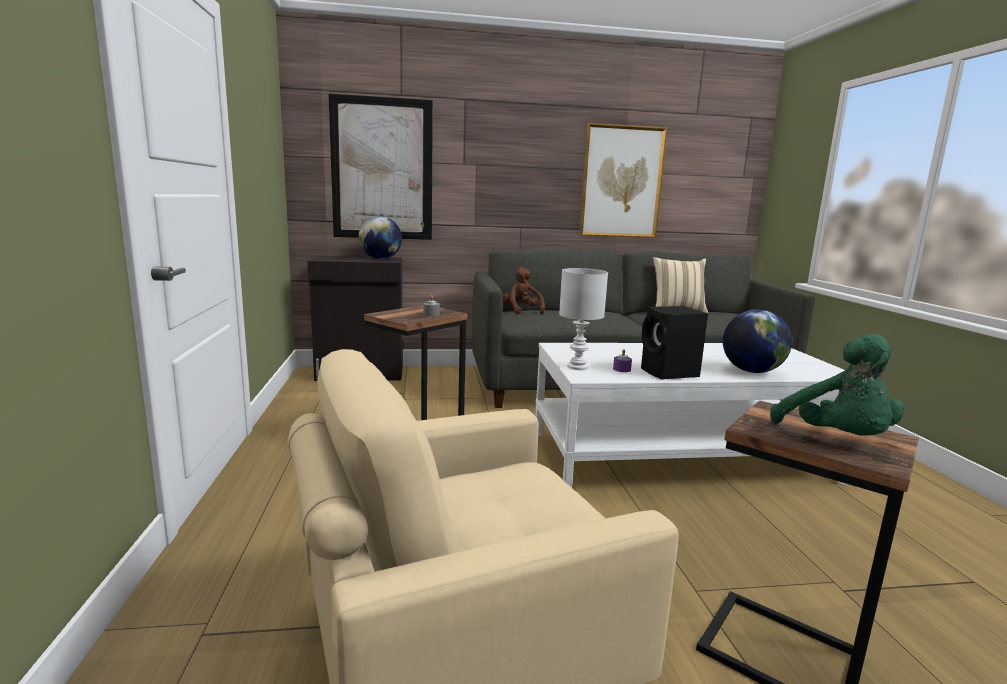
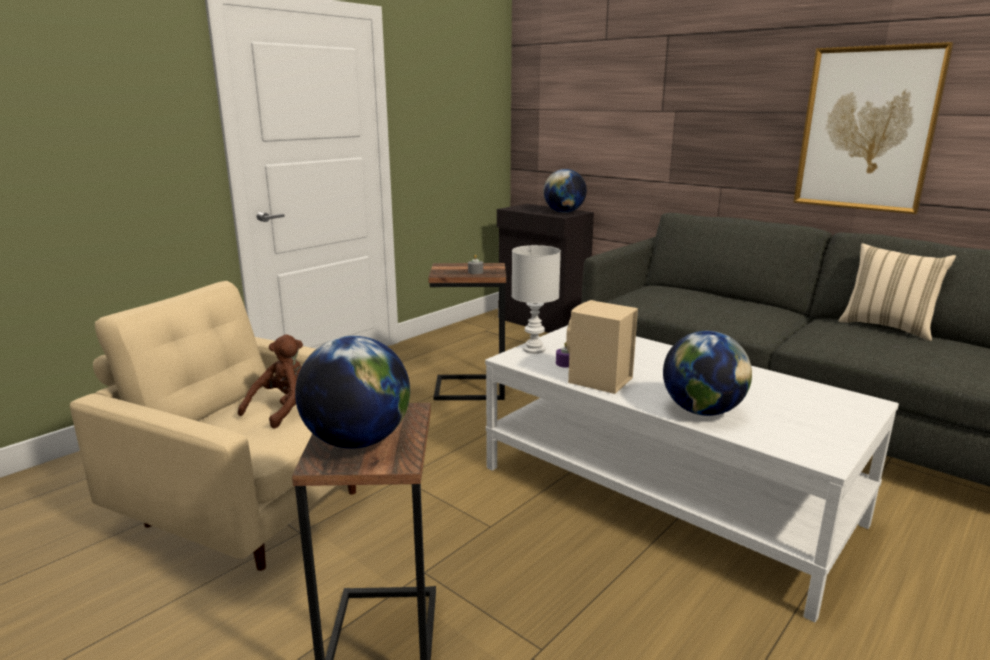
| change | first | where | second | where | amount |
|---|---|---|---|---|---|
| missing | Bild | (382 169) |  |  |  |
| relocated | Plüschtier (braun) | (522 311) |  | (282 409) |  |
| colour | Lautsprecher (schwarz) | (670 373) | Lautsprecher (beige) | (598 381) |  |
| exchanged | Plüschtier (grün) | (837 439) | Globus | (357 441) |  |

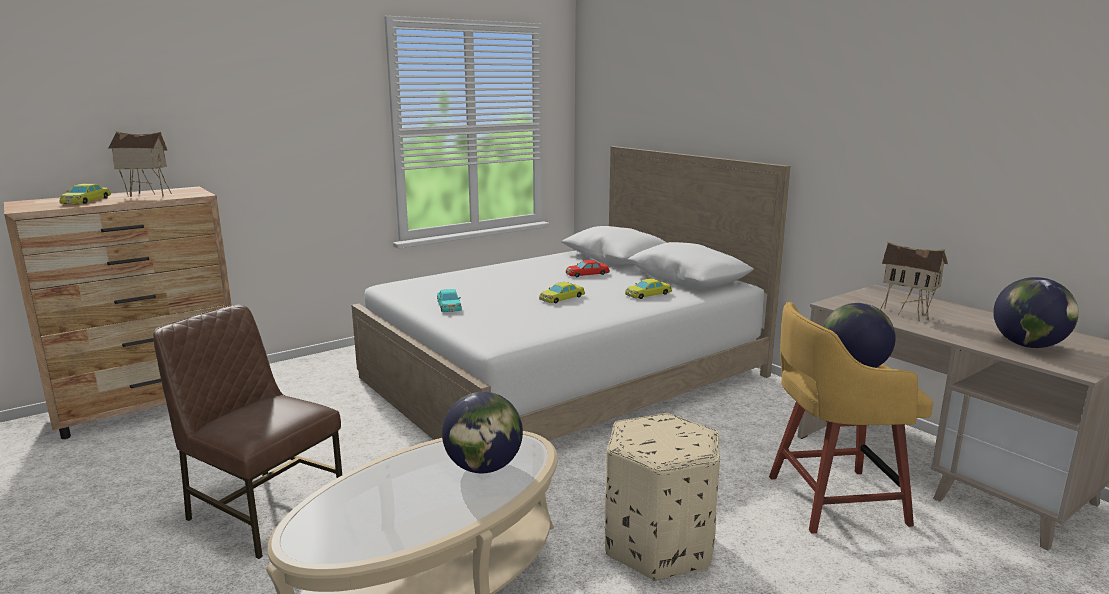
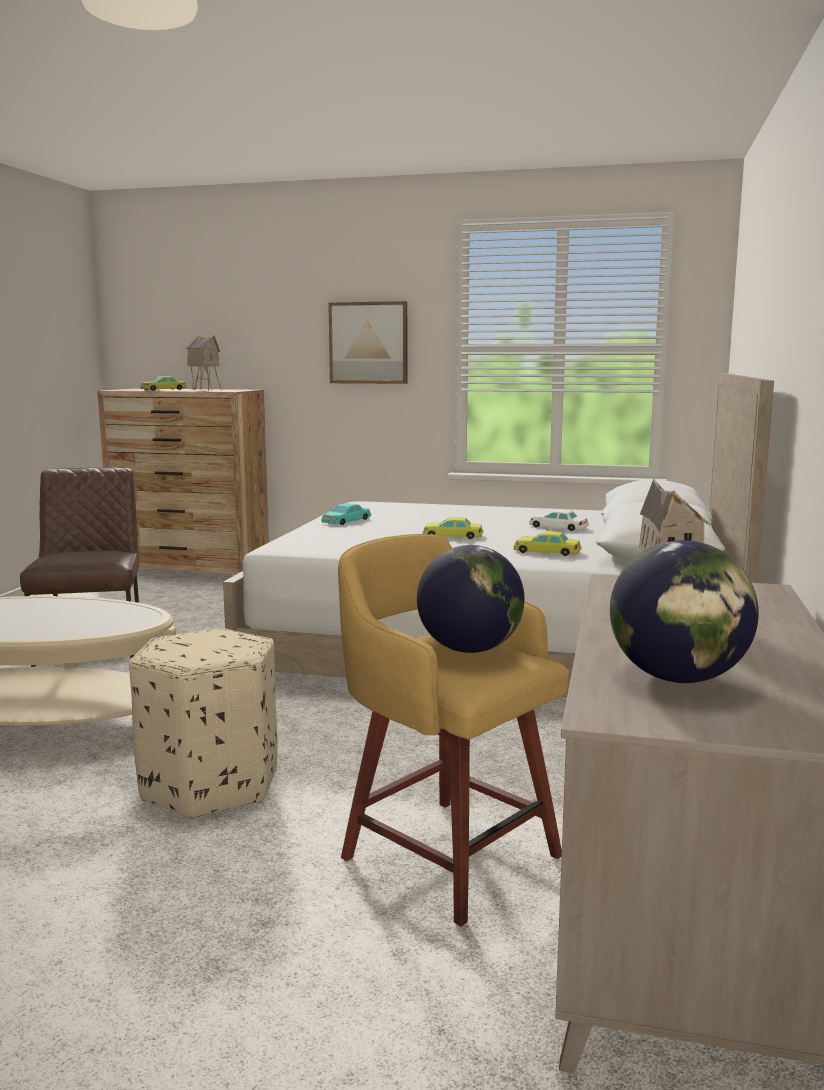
| change | first | where | second | where | amount |
|---|---|---|---|---|---|
| colour | Spielzeugauto (rot) | (587 273) | Spielzeugauto (weiß) | (558 527) |  |
| missing | Globus | (483 468) |  |  |  |
| appeared |  |  | Bild | (368 343) |  |

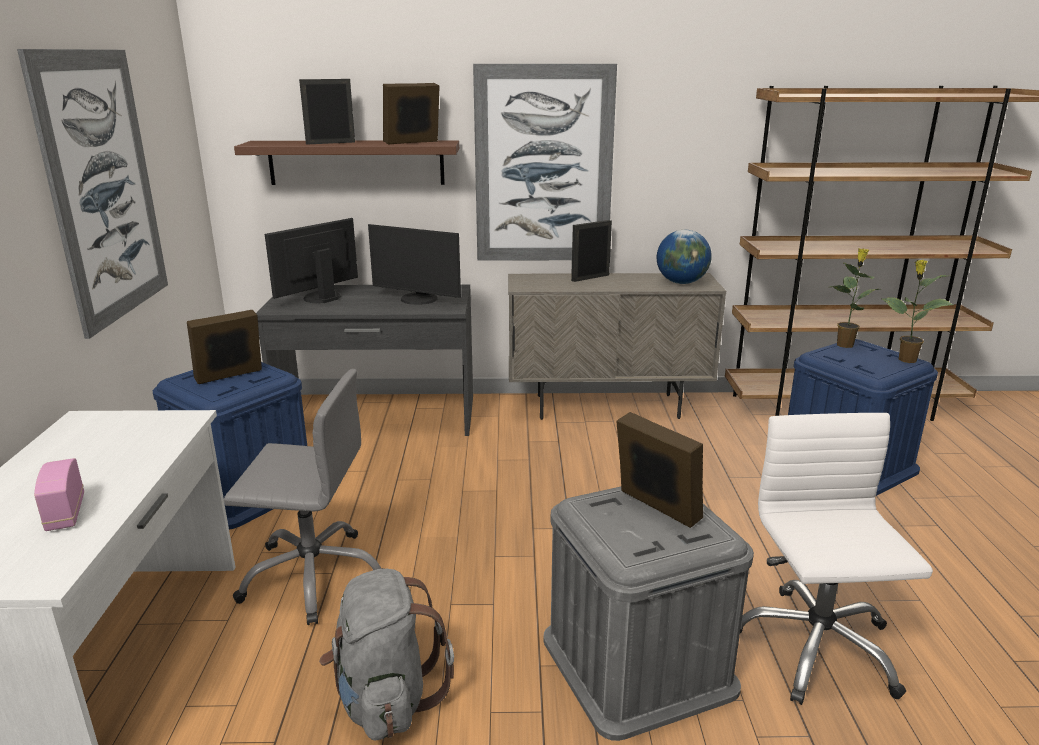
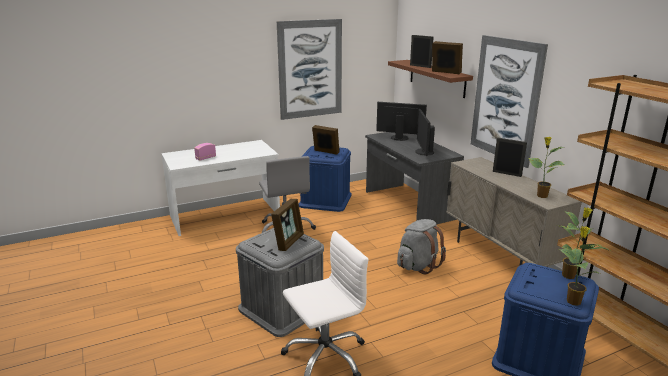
| change | first | where | second | where | amount |
|---|---|---|---|---|---|
| exchanged | Globus | (681 282) | Topfpflanze | (541 196) |  |
| relocated | Rucksack (grau) | (386 699) |  | (418 265) |  |

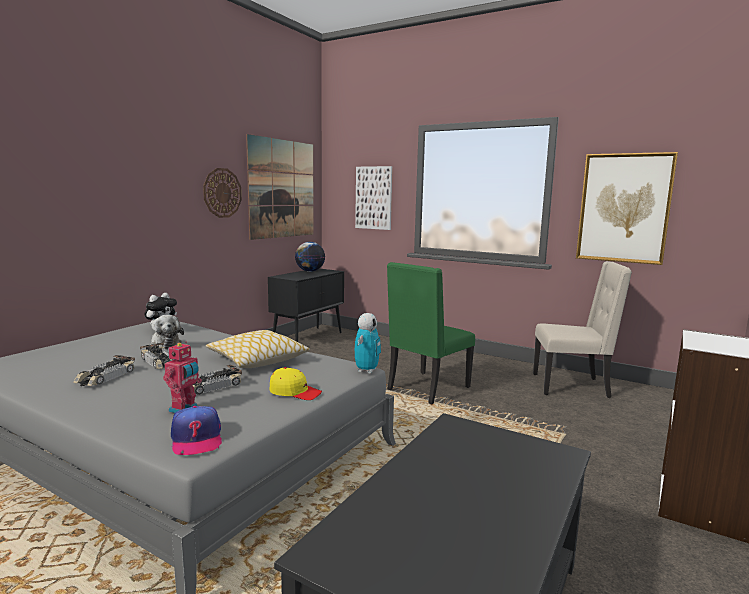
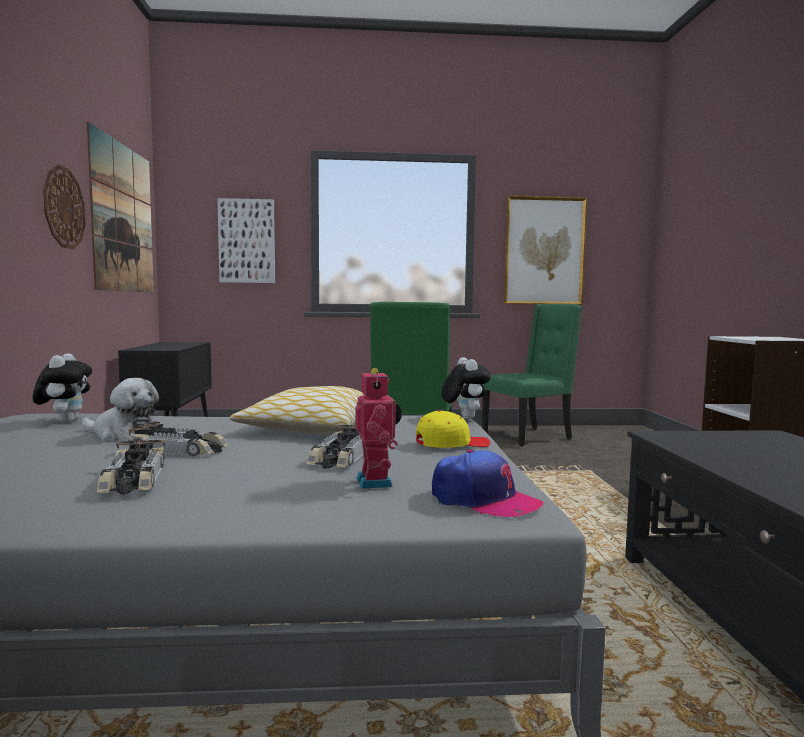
| change | first | where | second | where | amount |
|---|---|---|---|---|---|
| missing | Globus | (310 271) |  |  |  |
| colour | Stuhl (beige) | (572 386) | Stuhl (grün) | (528 436) |  |
| exchanged | Spielzeugroboter | (366 370) | Plüschtier | (464 418) |  |

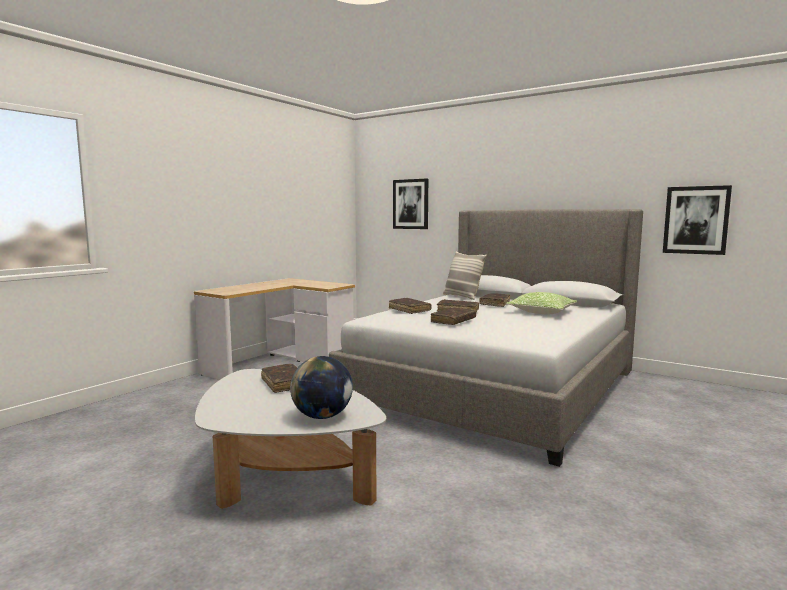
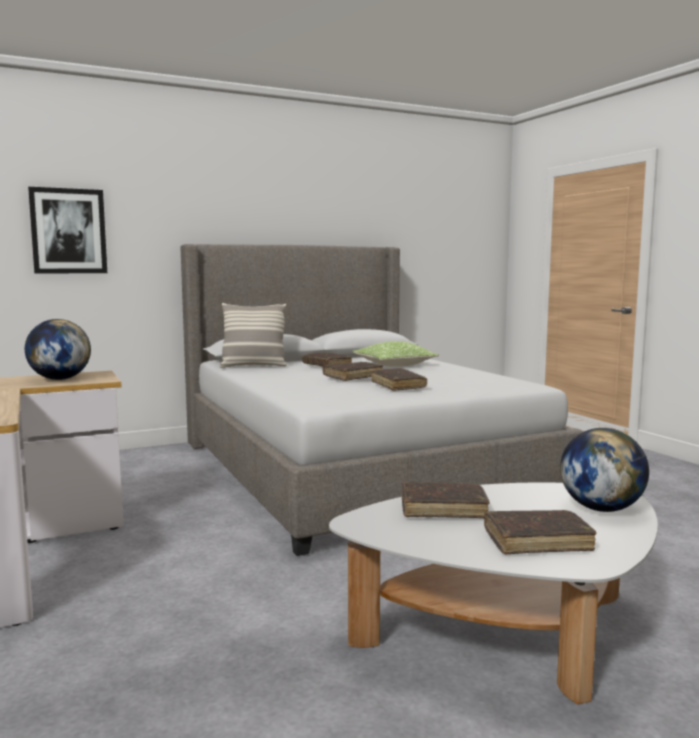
| change | first | where | second | where | amount |
|---|---|---|---|---|---|
| missing | Bild | (696 220) |  |  |  |
| relocated | Buch (braun) | (409 310) |  | (537 541) |  |
| appeared |  |  | Globus | (60 379) |  |

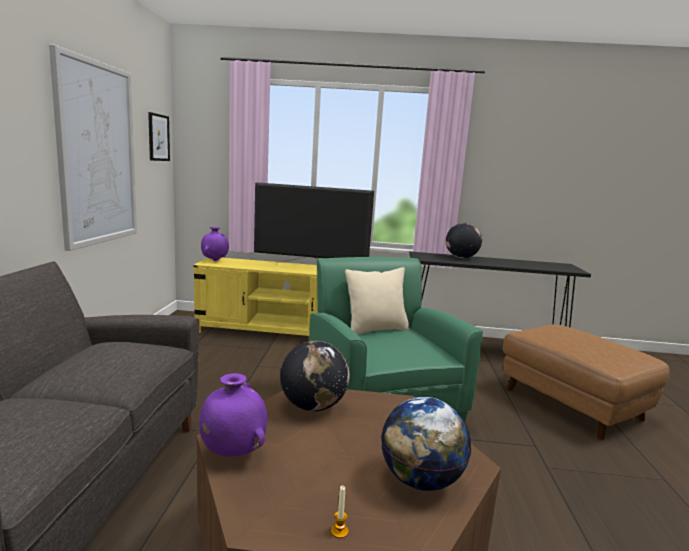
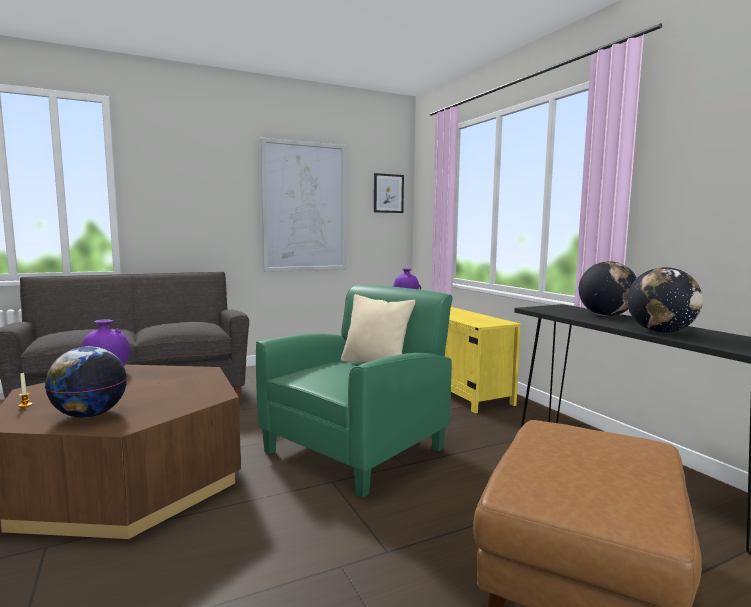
| change | first | where | second | where | amount |
|---|---|---|---|---|---|
| missing | Fernseher | (310 265) |  |  |  |
| relocated | Globus | (313 406) |  | (660 331) |  |

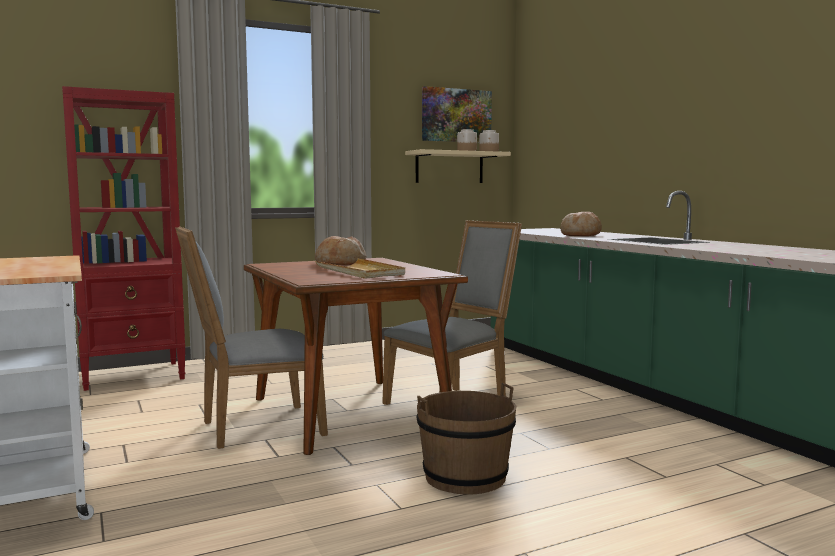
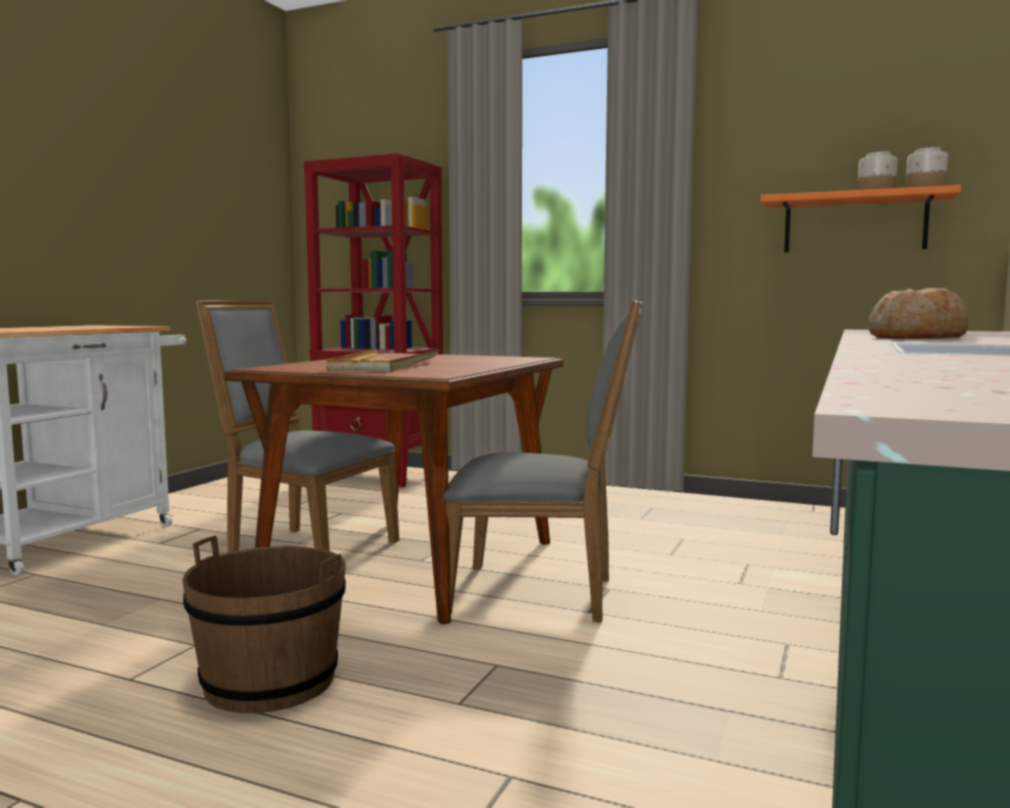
| change | first | where | second | where | amount |
|---|---|---|---|---|---|
| missing | Bild | (456 115) |  |  |  |
| colour | Wandregal (beige) | (449 167) | Wandregal (orange) | (854 224) |  |
| missing | Brot | (341 263) |  |  |  |

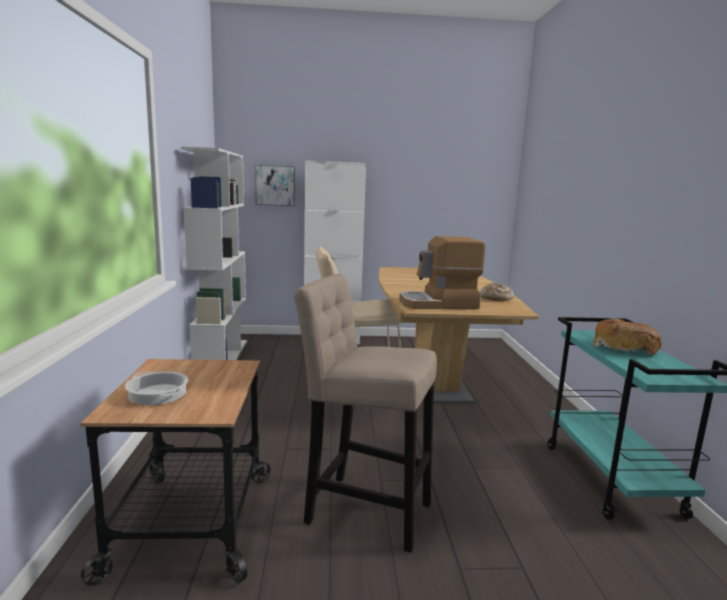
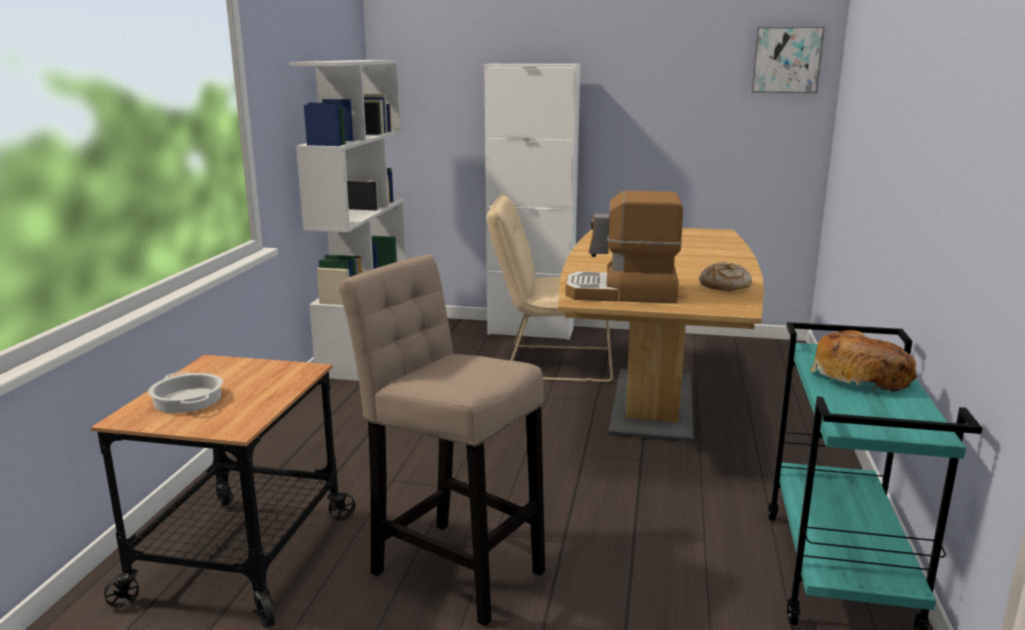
| change | first | where | second | where | amount |
|---|---|---|---|---|---|
| relocated | Bild | (275 185) |  | (786 60) |  |

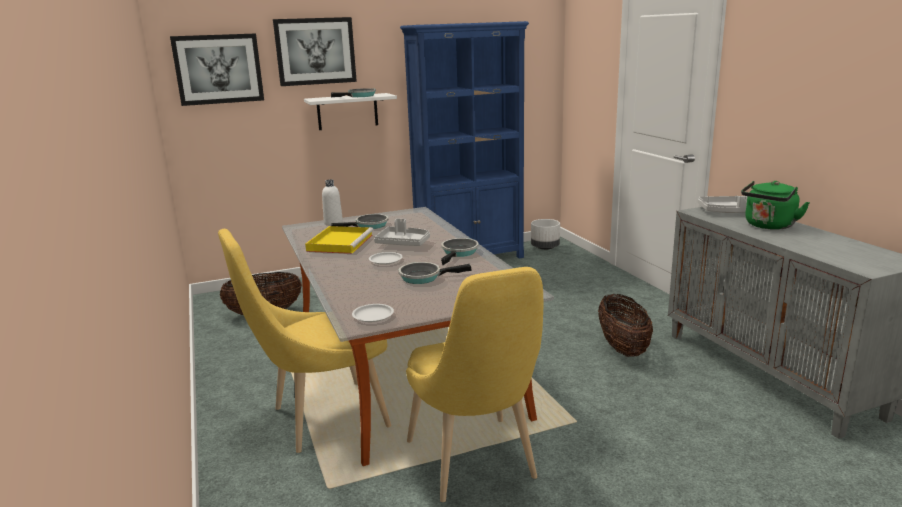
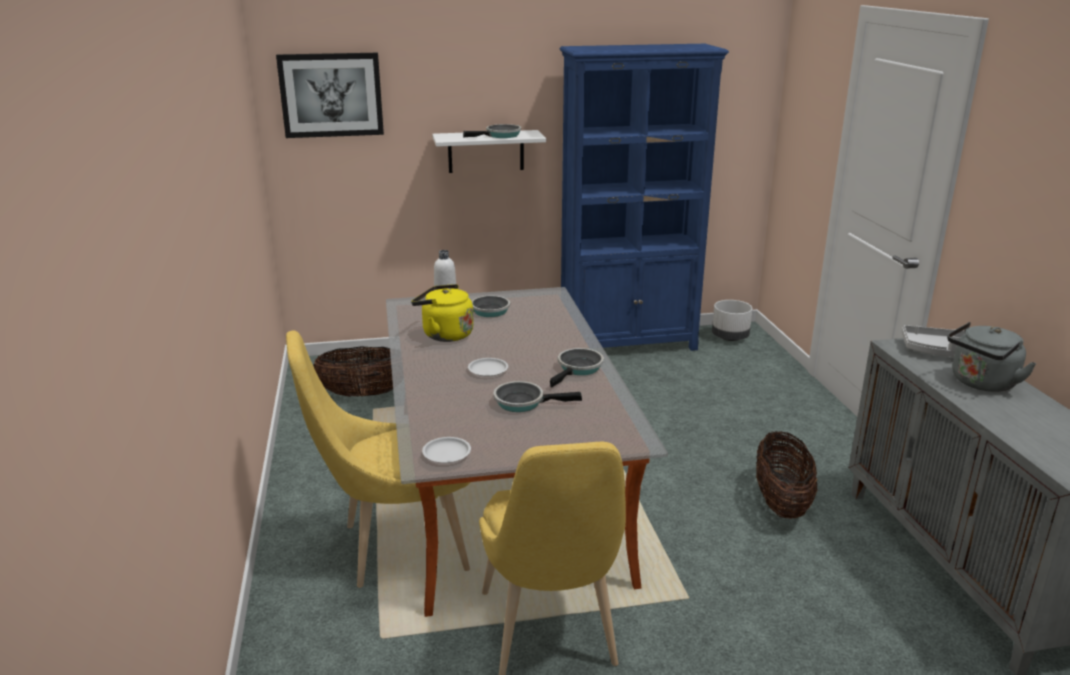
| change | first | where | second | where | amount |
|---|---|---|---|---|---|
| missing | Bild | (315 51) |  |  |  |
| colour | Wasserkessel (grün) | (768 226) | Wasserkessel (grau) | (981 384) |  |
| missing | Tablett (grau) | (403 243) |  |  |  |
| exchanged | Tablett (gelb) | (340 242) | Wasserkessel (gelb) | (444 334) |  |

